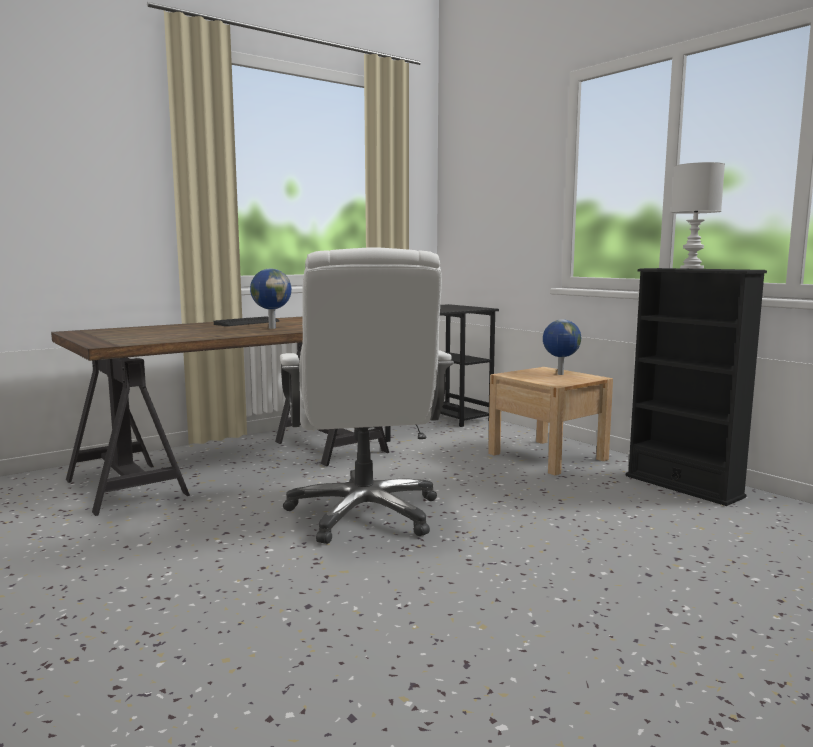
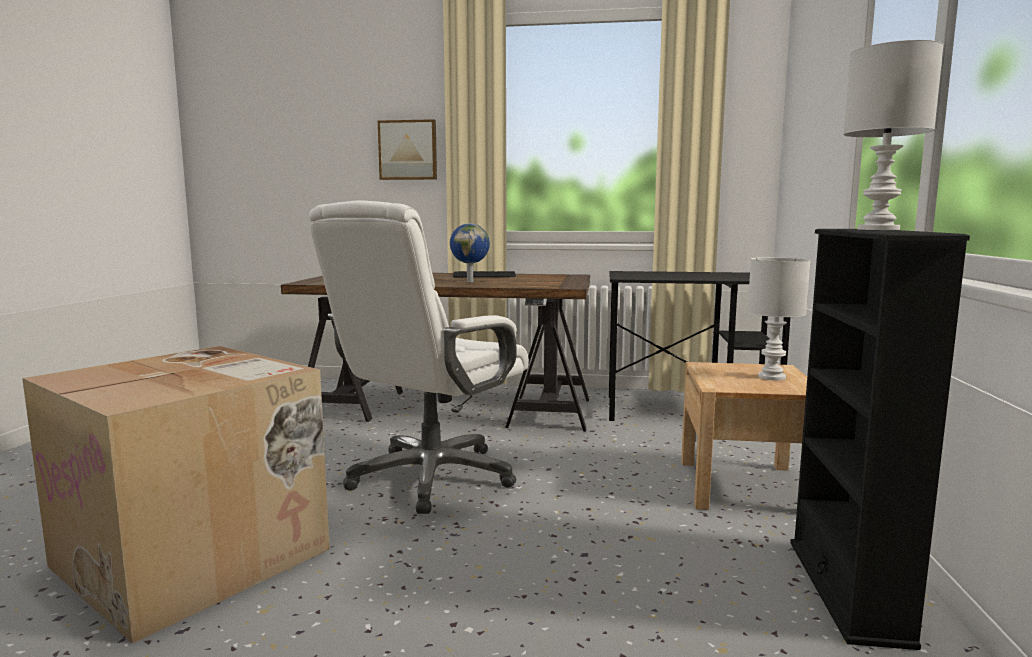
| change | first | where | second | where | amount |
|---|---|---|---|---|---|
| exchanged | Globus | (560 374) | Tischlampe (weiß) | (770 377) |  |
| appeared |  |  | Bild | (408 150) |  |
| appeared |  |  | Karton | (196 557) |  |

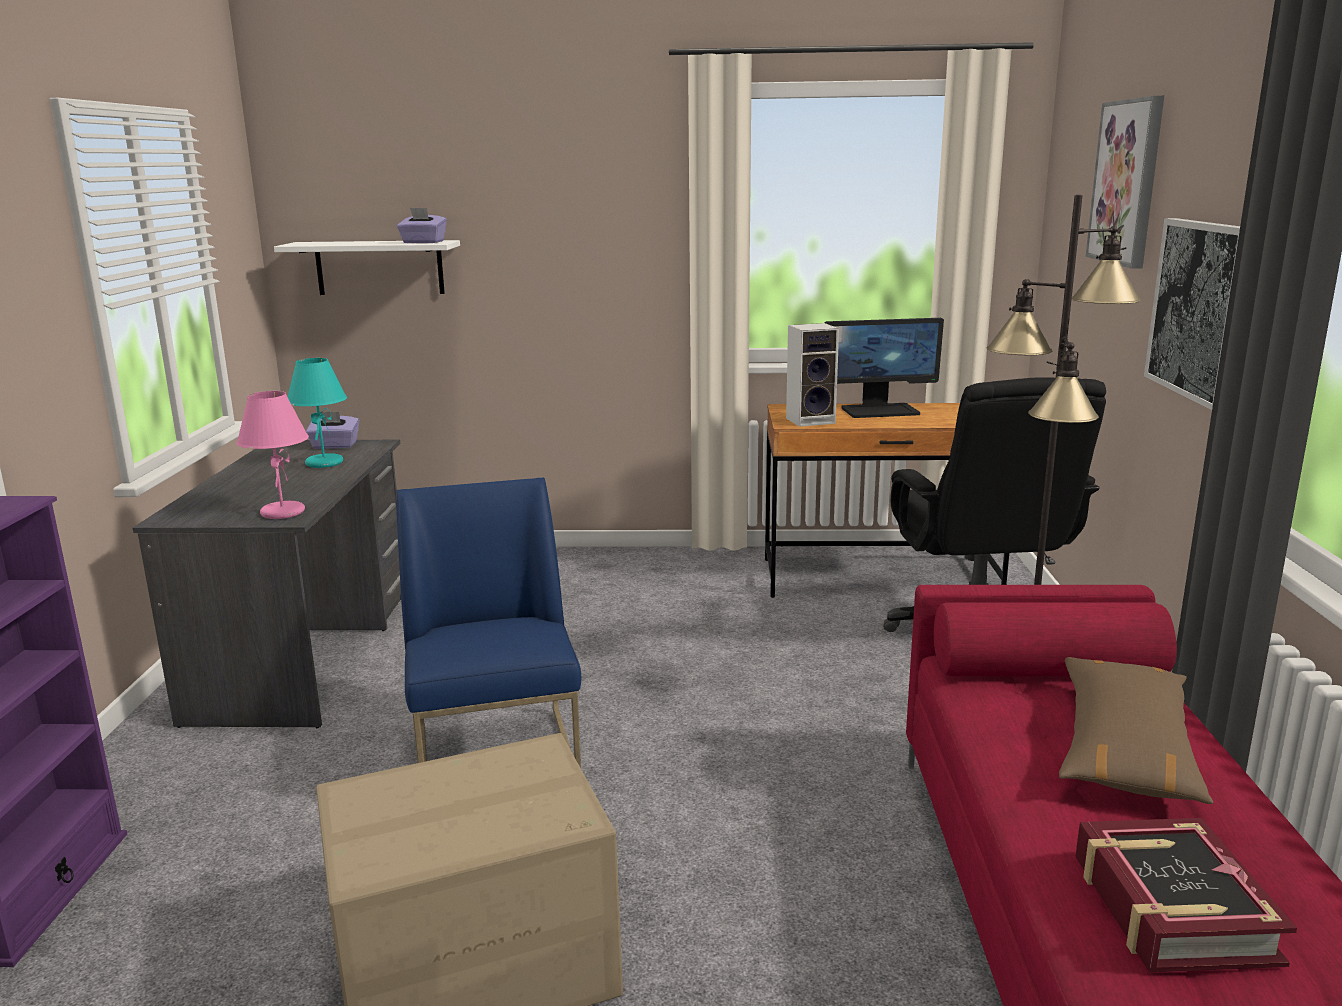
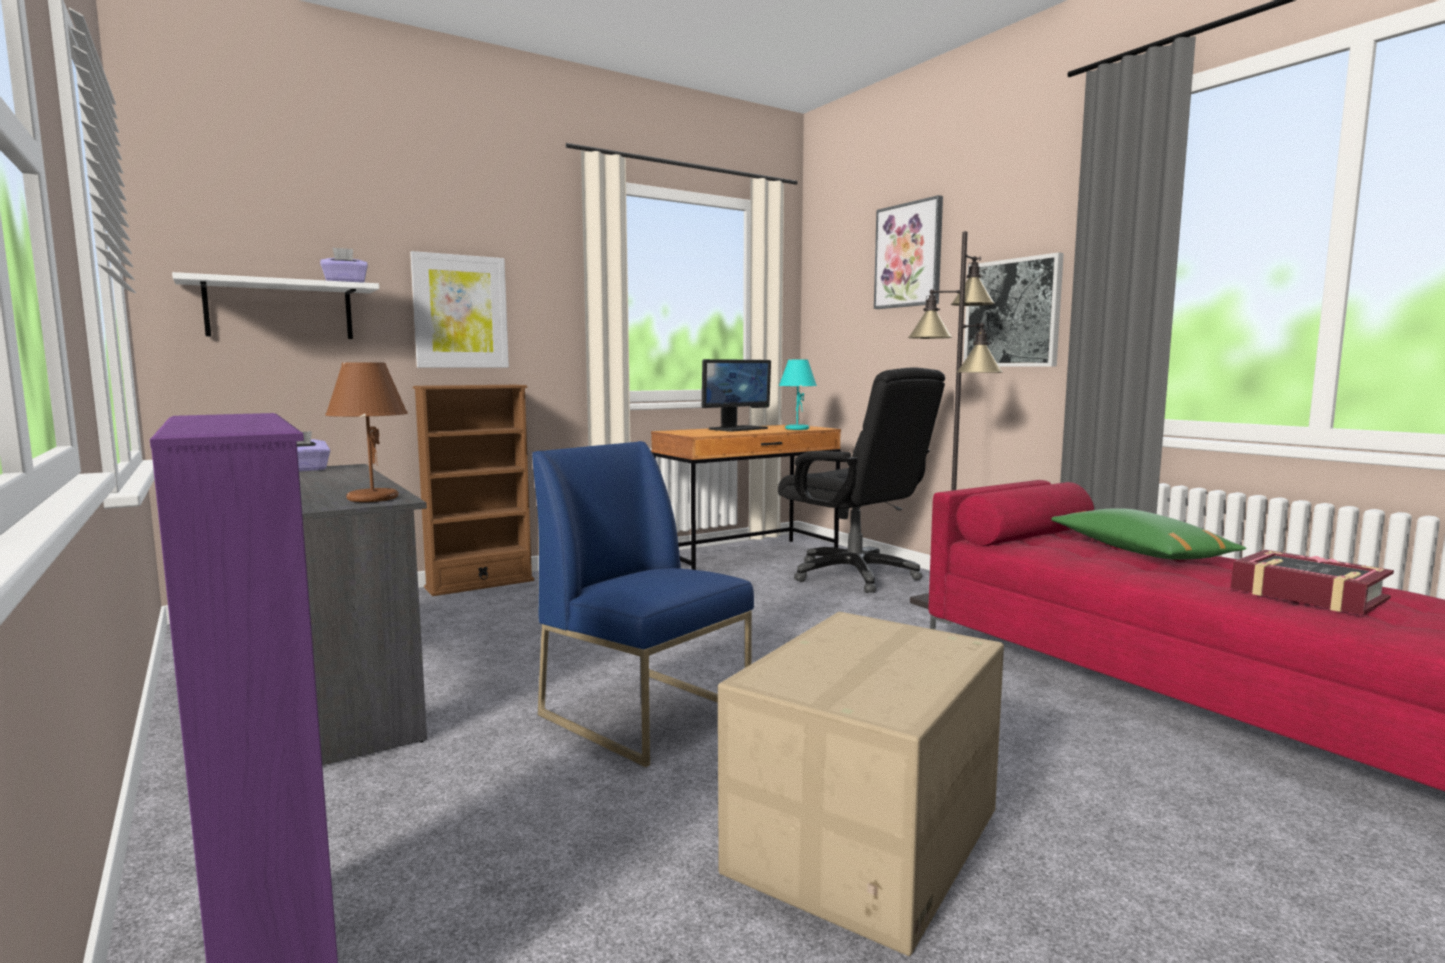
| change | first | where | second | where | amount |
|---|---|---|---|---|---|
| missing | Lautsprecher | (811 420) |  |  |  |
| relocated | Tischlampe (türkis) | (324 463) |  | (796 429) |  |
| colour | Tischlampe (rosa) | (282 512) | Tischlampe (braun) | (371 498) |  |
| colour | Kissen (braun) | (1125 748) | Kissen (grün) | (1137 551) |  |
| appeared |  |  | Bild | (460 312) |  |
| appeared |  |  | Bücherregal (braun) | (480 584) |  |

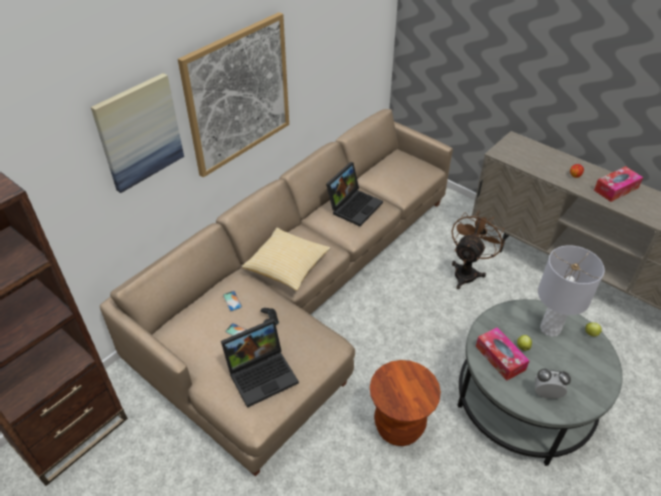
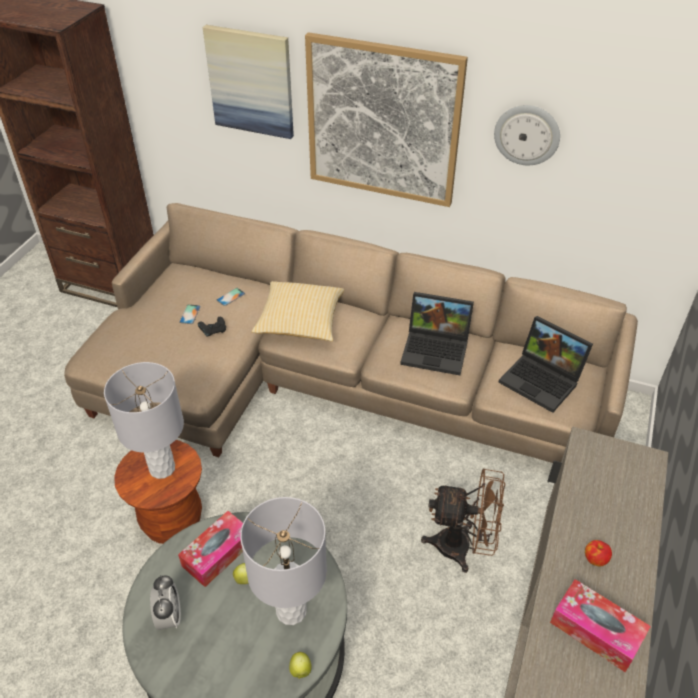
| change | first | where | second | where | amount |
|---|---|---|---|---|---|
| relocated | Laptop | (263 373) |  | (543 380) |  |
| appeared |  |  | Wanduhr | (527 134) |  |
| appeared |  |  | Tischlampe (grau) | (162 468) |  |

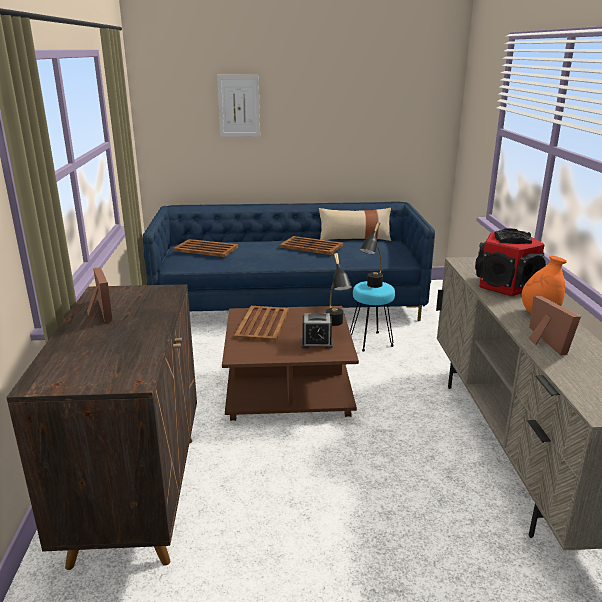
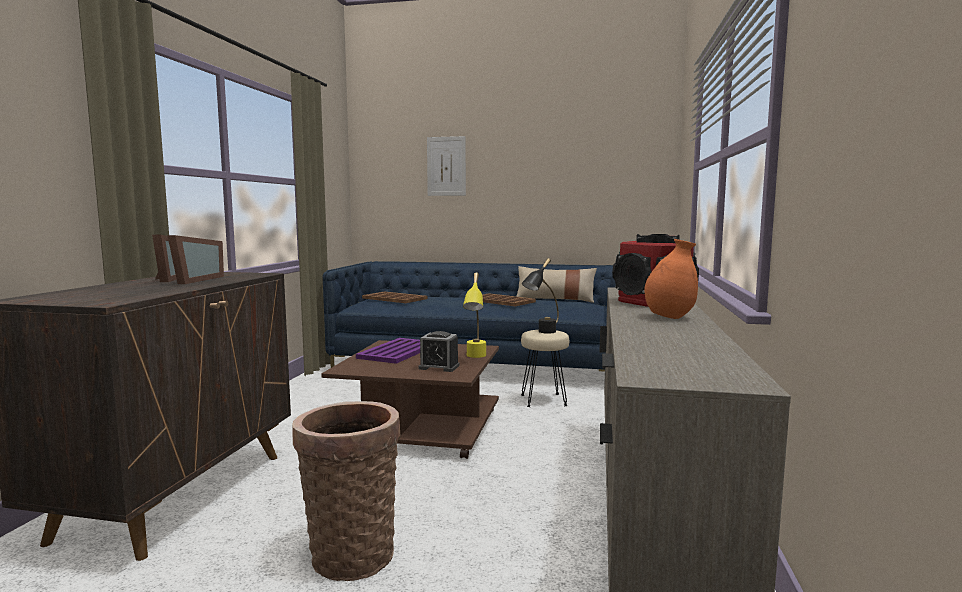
| change | first | where | second | where | amount |
|---|---|---|---|---|---|
| colour | Tischlampe (schwarz) | (336 325) | Tischlampe (gelb) | (475 357) |  |
| colour | Hocker (türkis) | (371 341) | Hocker (beige) | (544 400) |  |
| relocated | Bilderrahmen | (542 342) |  | (193 280) |  |
| colour | Tablett (braun) | (262 325) | Tablett (lila) | (397 352) |  |
| appeared |  |  | Korb | (351 553) |  |

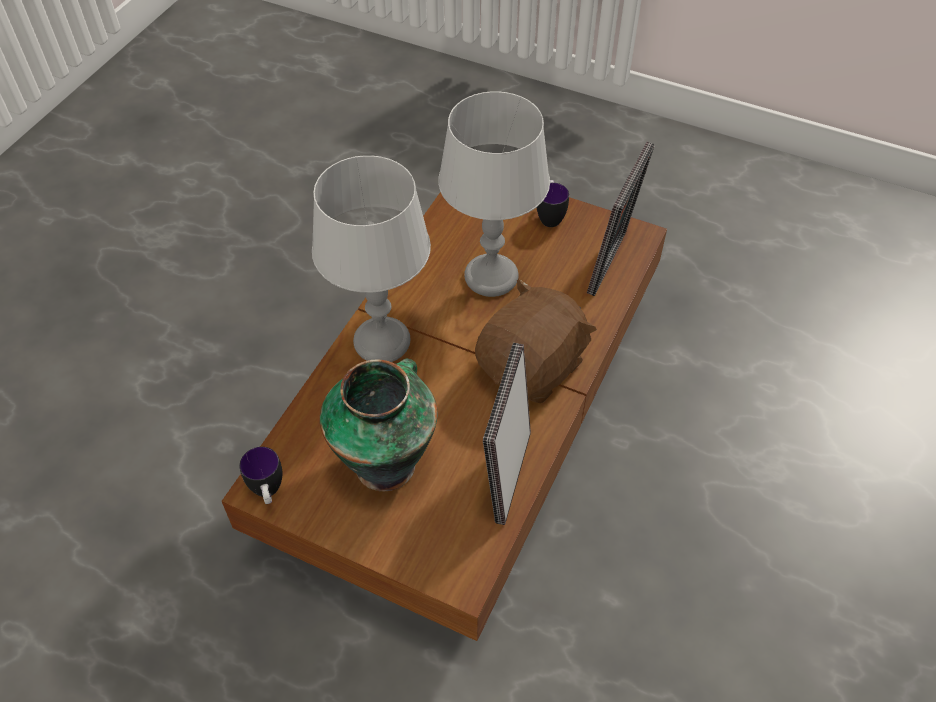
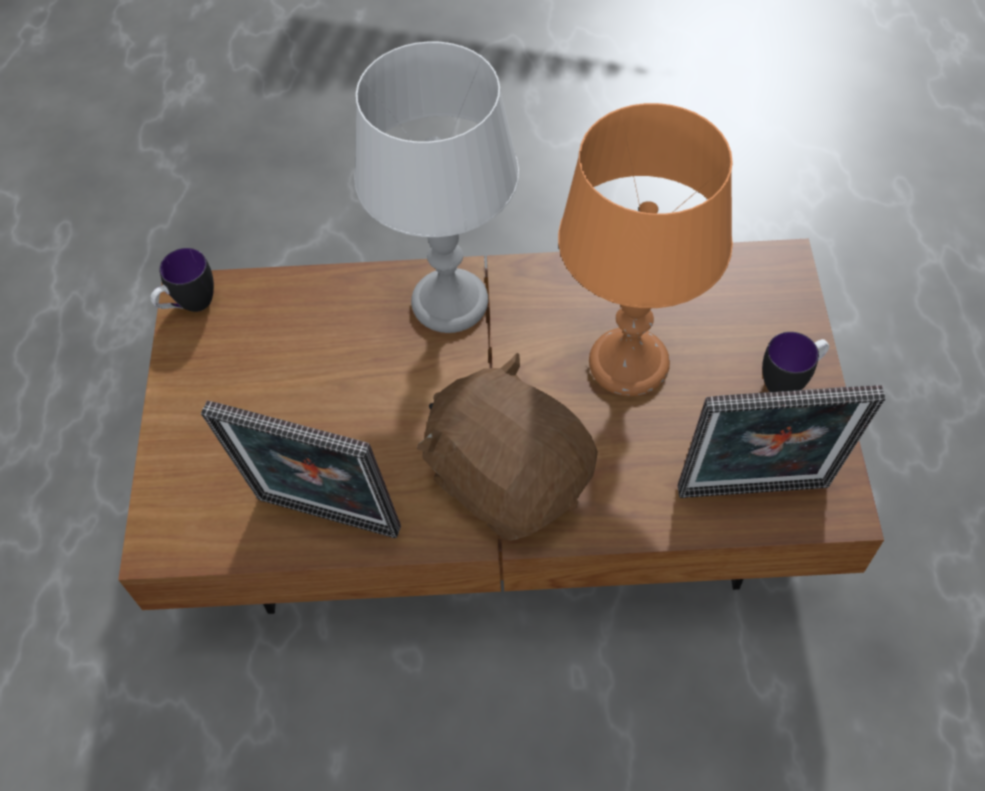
| change | first | where | second | where | amount |
|---|---|---|---|---|---|
| colour | Tischlampe (grau) | (492 277) | Tischlampe (orange) | (629 365) |  |
| spun | Plüschtier (braun) | (532 367) |  | (509 477) | 150 degrees counterclockwise |
| spun | Bilderrahmen | (506 475) |  | (325 522) | 150 degrees counterclockwise |
| missing | Vase | (387 462) |  |  |  |

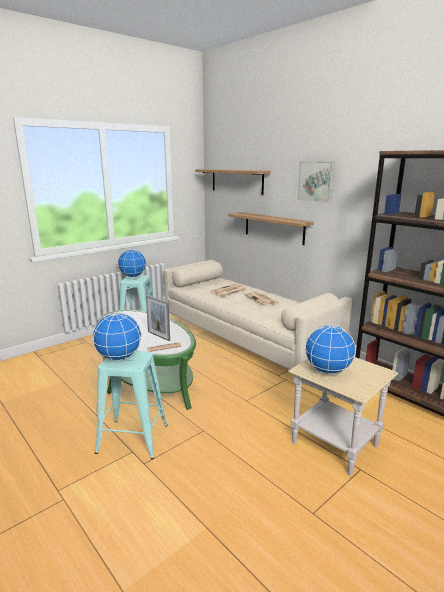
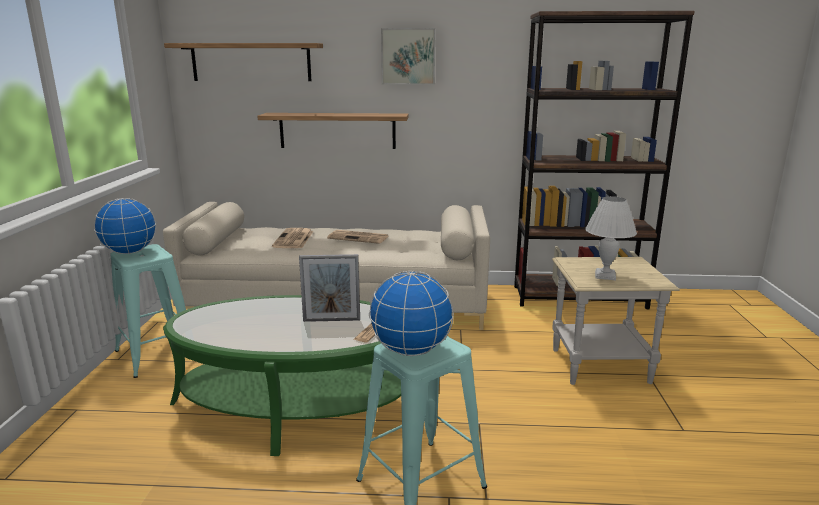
| change | first | where | second | where | amount |
|---|---|---|---|---|---|
| exchanged | Globus | (327 371) | Tischlampe (weiß) | (604 276) |  |

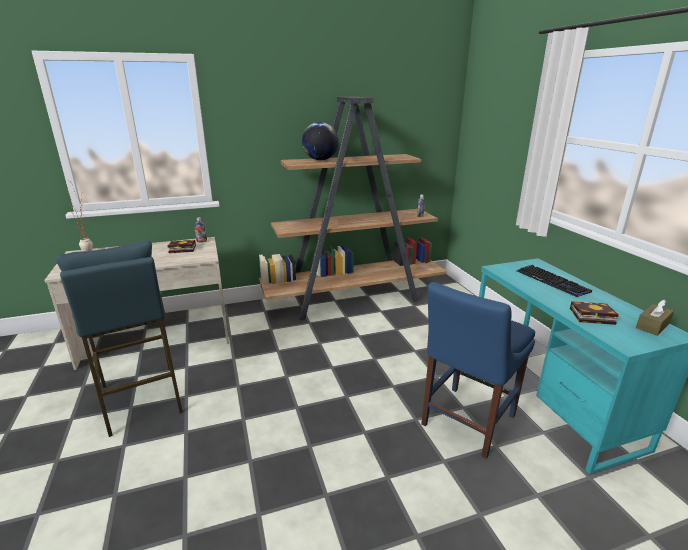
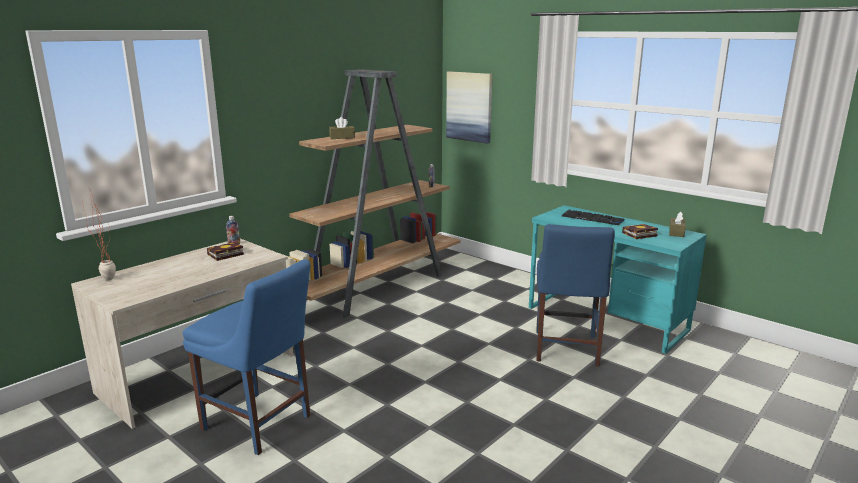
| change | first | where | second | where | amount |
|---|---|---|---|---|---|
| exchanged | Globus | (320 160) | Taschentuchbox (braun) | (342 137) |  |
| exchanged | Hocker (blau) | (141 399) | Stuhl (blau) | (260 424) |  |
| appeared |  |  | Bild | (469 106) |  |

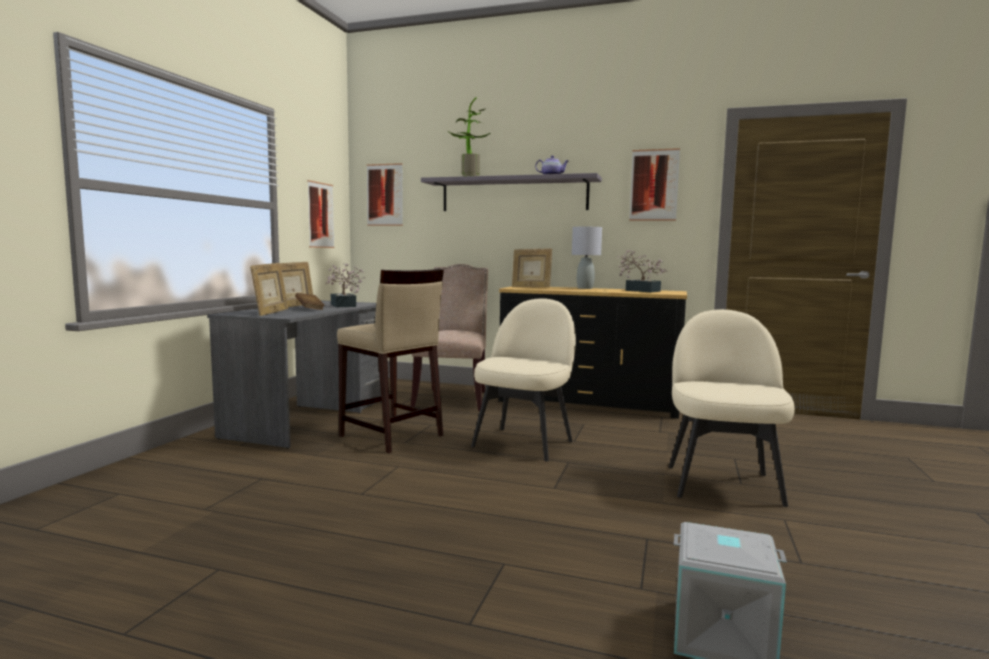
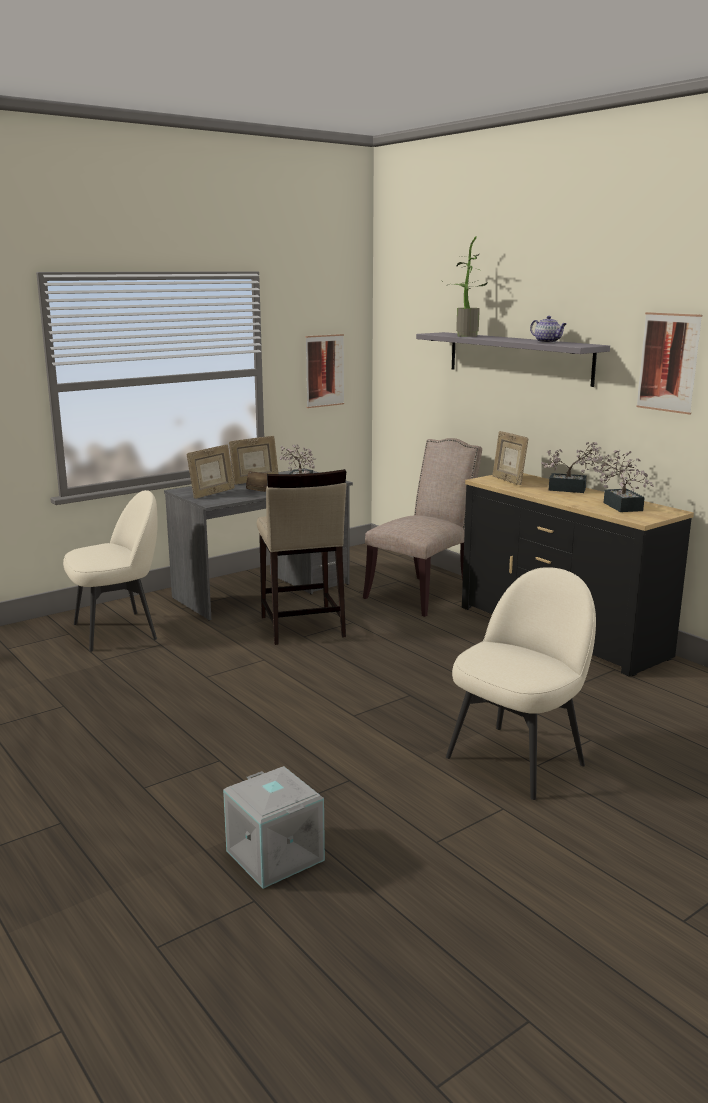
| change | first | where | second | where | amount |
|---|---|---|---|---|---|
| missing | Bild | (384 195) |  |  |  |
| exchanged | Tischlampe (grau) | (585 288) | Topfpflanze | (572 489) |  |
| relocated | Stuhl (beige) | (524 443) |  | (118 631) |  |

